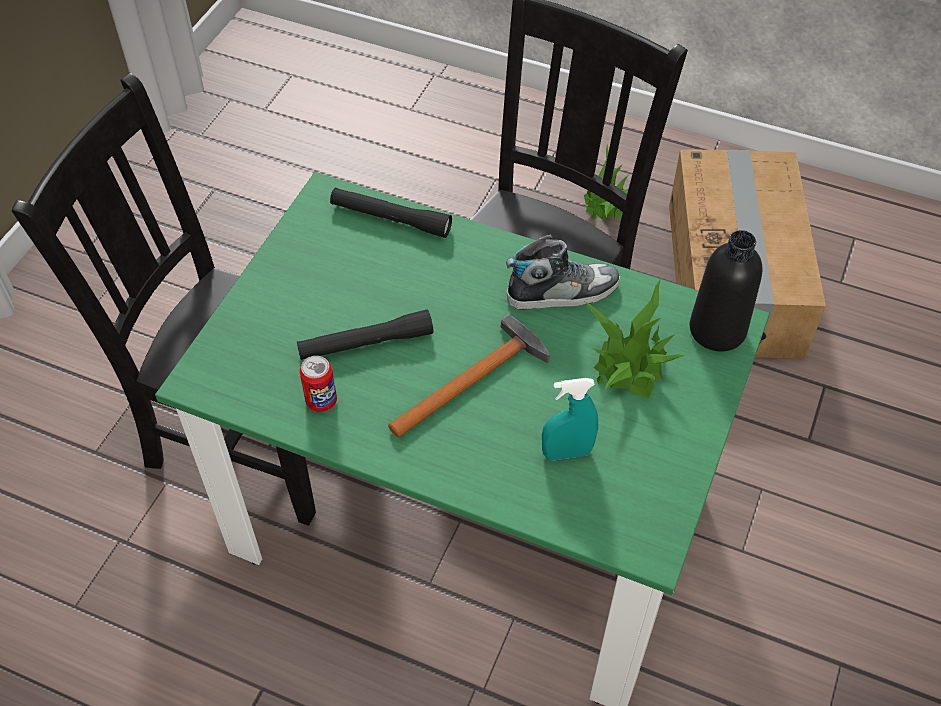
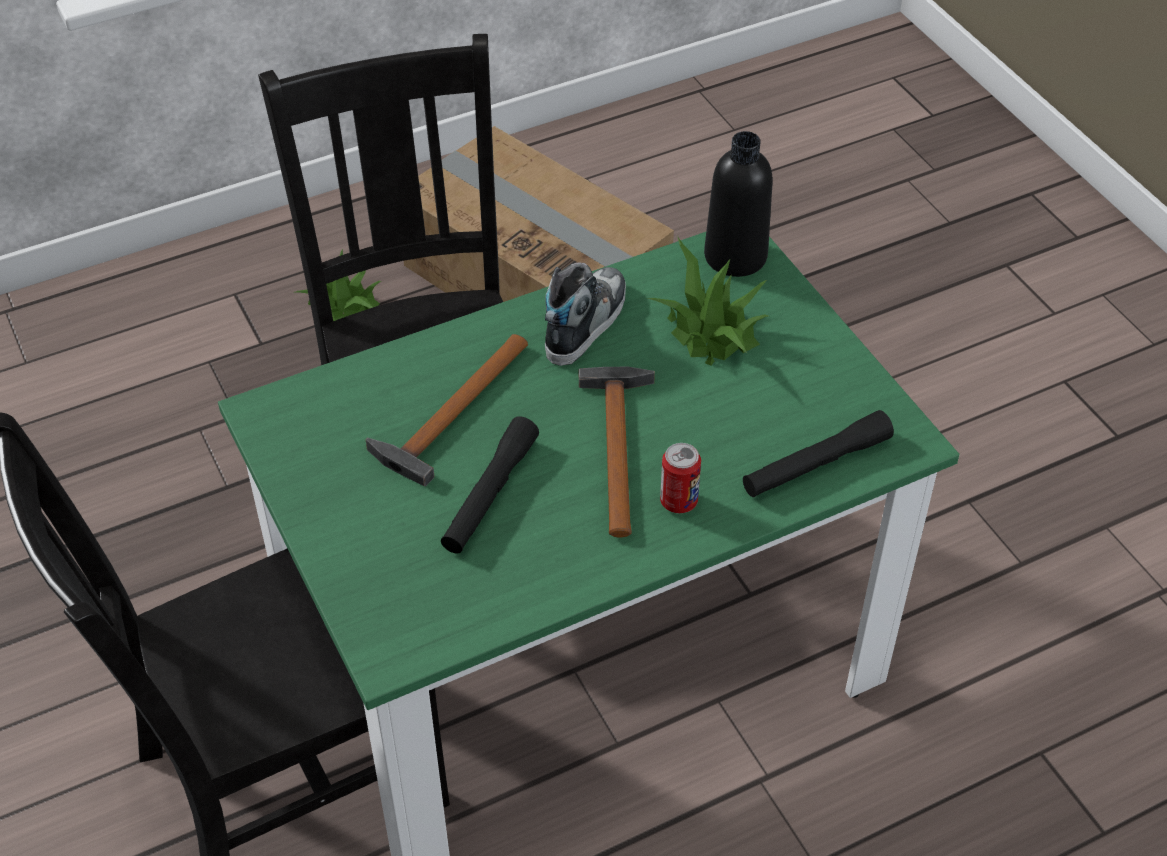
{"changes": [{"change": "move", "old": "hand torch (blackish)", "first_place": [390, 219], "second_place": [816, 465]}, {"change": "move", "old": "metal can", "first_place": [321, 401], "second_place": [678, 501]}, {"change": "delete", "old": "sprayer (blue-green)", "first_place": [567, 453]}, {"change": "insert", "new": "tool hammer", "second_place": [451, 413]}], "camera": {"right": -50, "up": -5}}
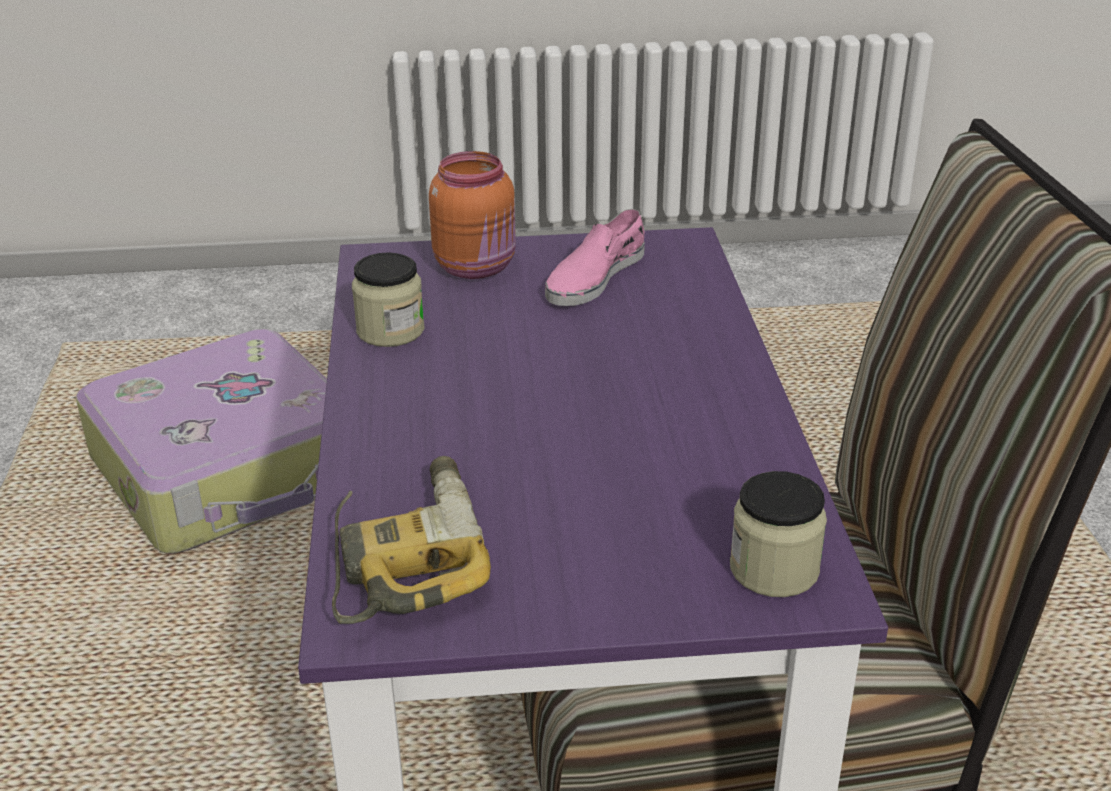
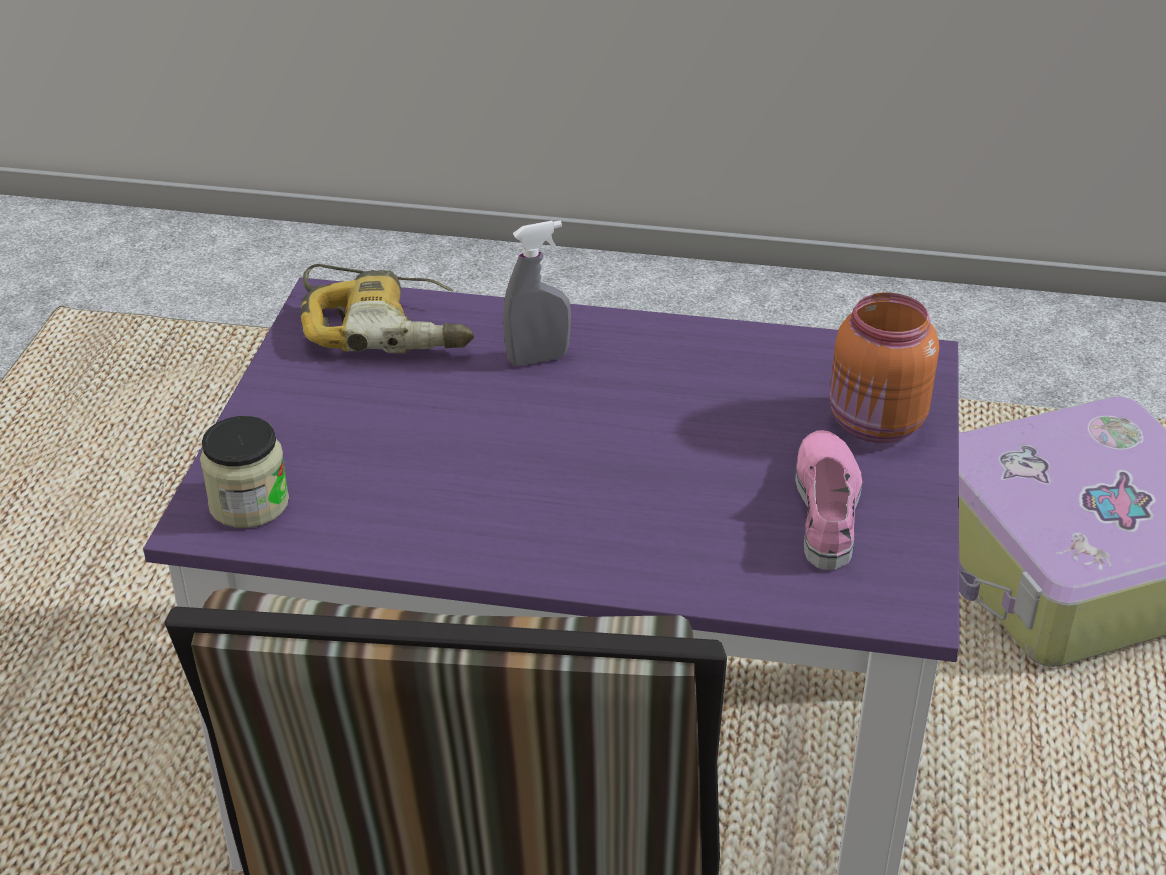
{"changes": [{"change": "rotate", "old": "low shoe (pink)", "first_place": [594, 277], "second_place": [827, 507], "degrees": 45}, {"change": "delete", "old": "jar", "first_place": [390, 330]}, {"change": "insert", "new": "sprayer (grey)", "second_place": [538, 359]}], "camera": {"right": 105, "up": 5}}
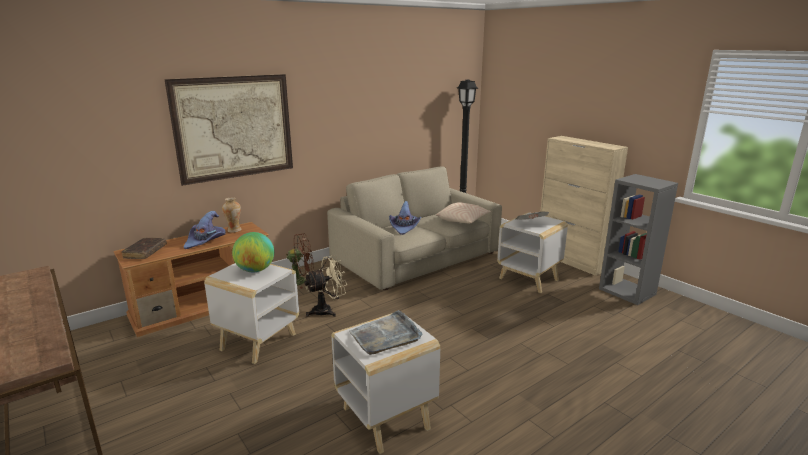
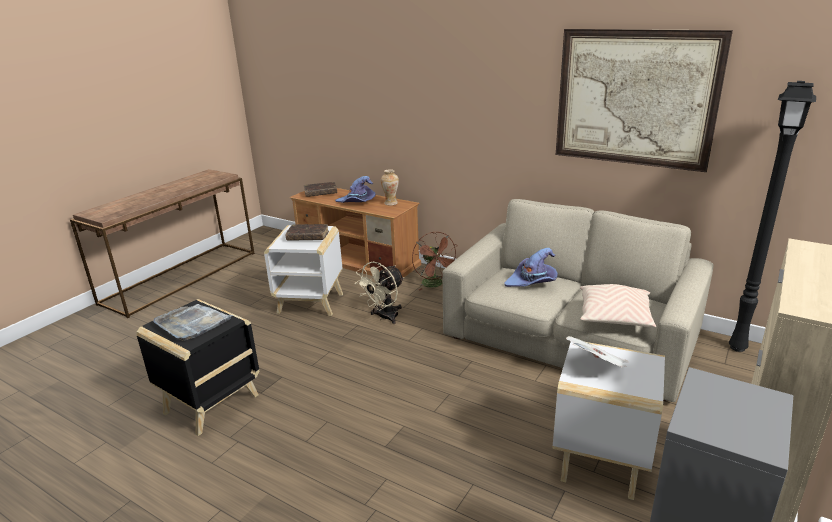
{"changes": [{"change": "move", "old": "wall art", "first_place": [234, 127], "second_place": [634, 99]}, {"change": "replace", "old": "globe", "new": "book (brown)", "first_place": [255, 270], "second_place": [308, 237]}, {"change": "rotate", "old": "fan (beige-coloured)", "first_place": [327, 310], "second_place": [384, 317], "degrees": 90}, {"change": "recolor", "old": "side table (white-coloured)", "new": "side table (blackish)", "first_place": [387, 419], "second_place": [210, 405]}], "camera": {"right": 70, "up": 5}}
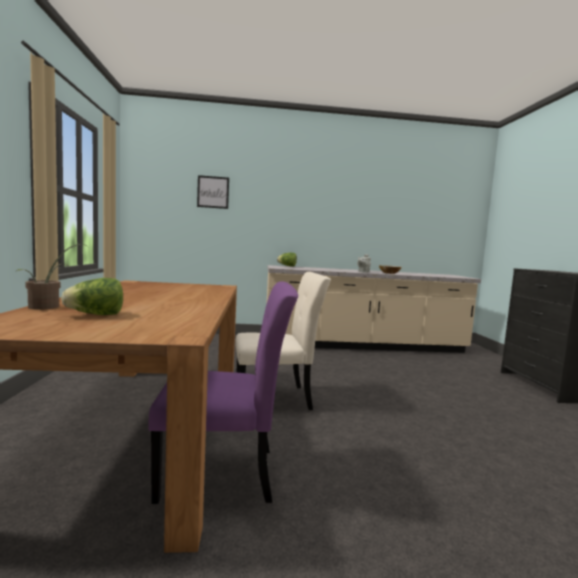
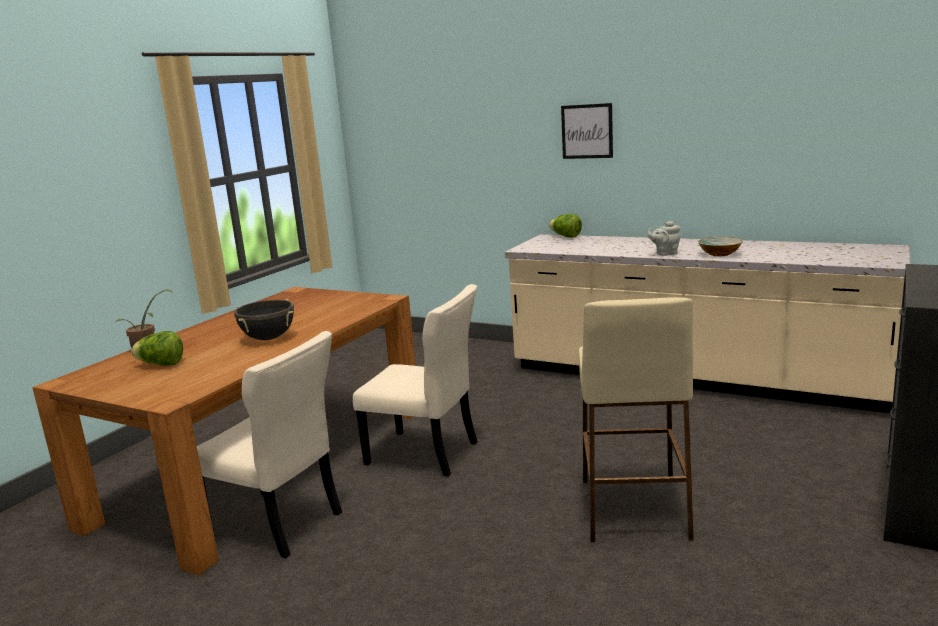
{"changes": [{"change": "move", "old": "wall art", "first_place": [213, 192], "second_place": [587, 131]}, {"change": "recolor", "old": "chair (purplish)", "new": "chair (beige-coloured)", "first_place": [224, 474], "second_place": [278, 525]}, {"change": "insert", "new": "stool seat (beige-coloured)", "second_place": [634, 509]}, {"change": "insert", "new": "saucepot (blackish)", "second_place": [268, 338]}], "camera": {"right": 35, "up": 10}}
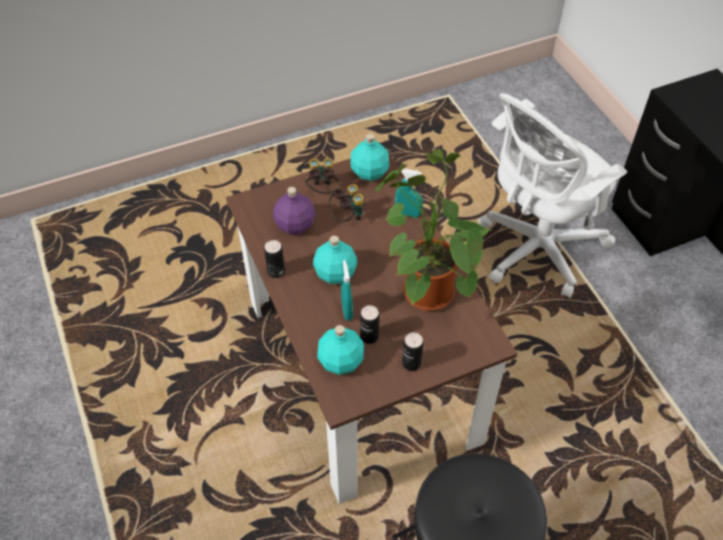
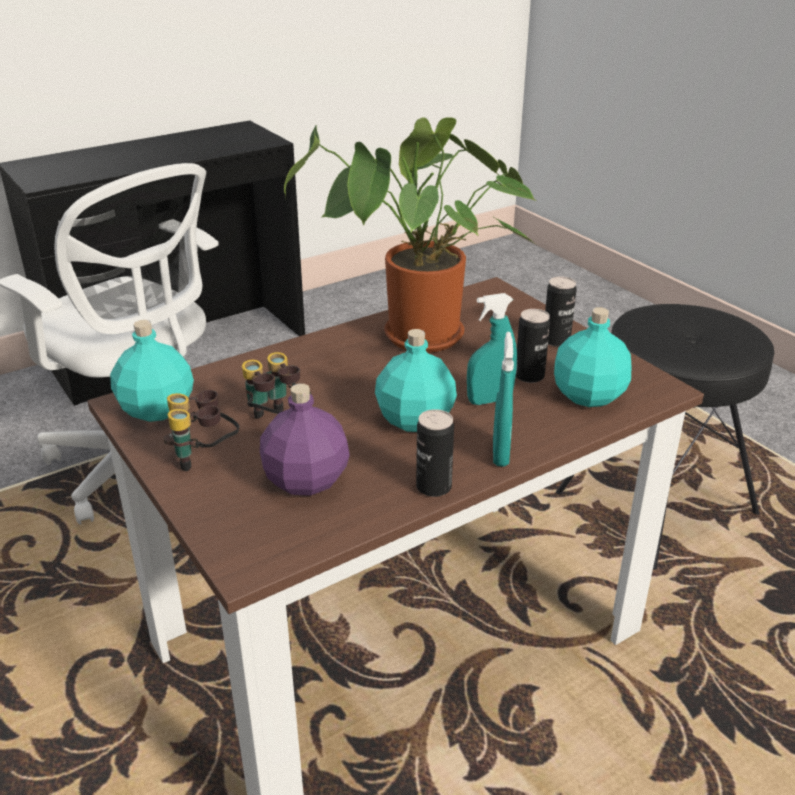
{"changes": [{"change": "move", "old": "sprayer (blue-green)", "first_place": [407, 214], "second_place": [500, 453]}], "camera": {"right": -100, "up": -20}}
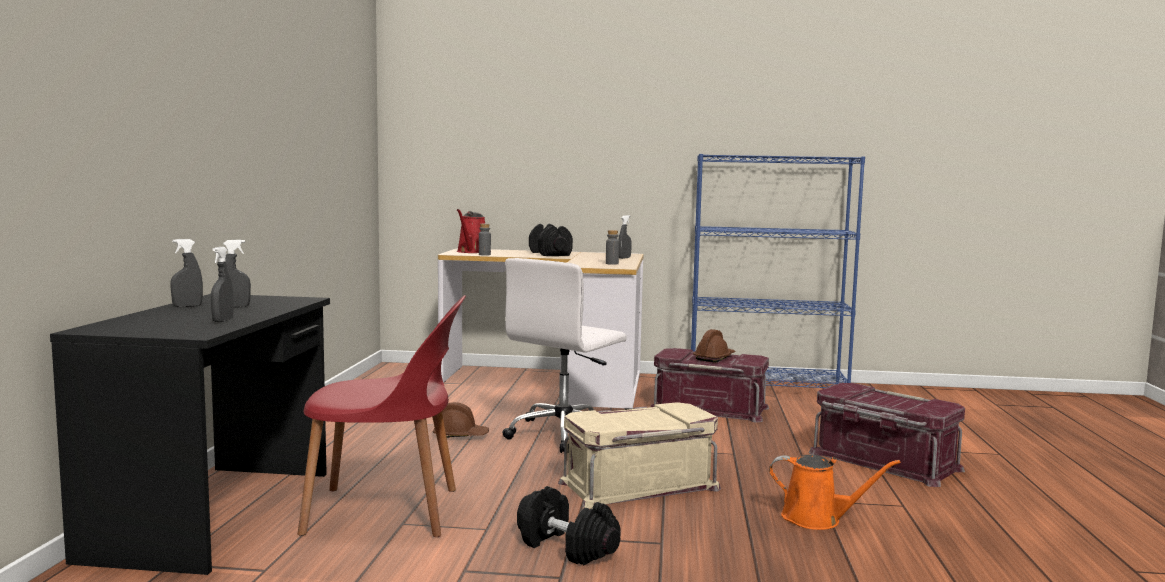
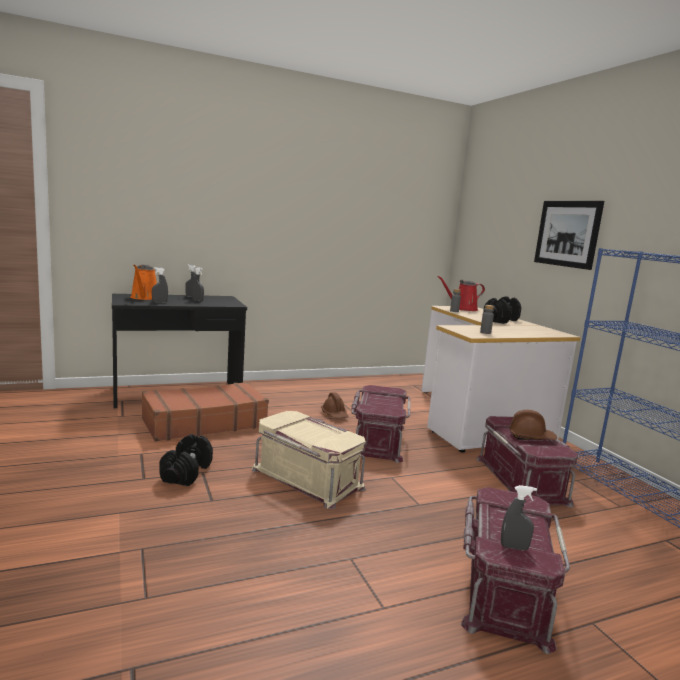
{"changes": [{"change": "move", "old": "sprayer (grey)", "first_place": [624, 258], "second_place": [514, 547]}, {"change": "replace", "old": "computer chair (white-coloured)", "new": "storage container (red)", "first_place": [564, 434], "second_place": [377, 440]}, {"change": "replace", "old": "chair (red)", "new": "suitcase (brown)", "first_place": [388, 512], "second_place": [204, 422]}, {"change": "move", "old": "watering can (orange-coloured)", "first_place": [817, 519], "second_place": [144, 298]}, {"change": "insert", "new": "wall art", "second_place": [567, 233]}], "camera": {"right": 60, "up": 5}}
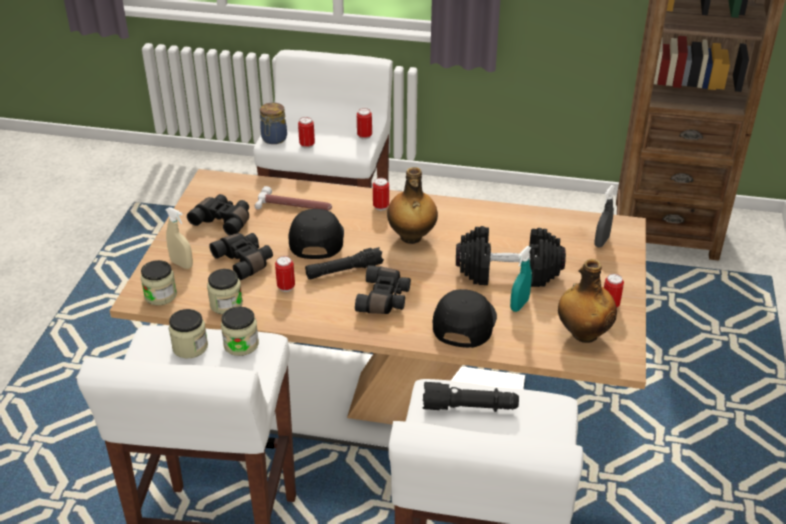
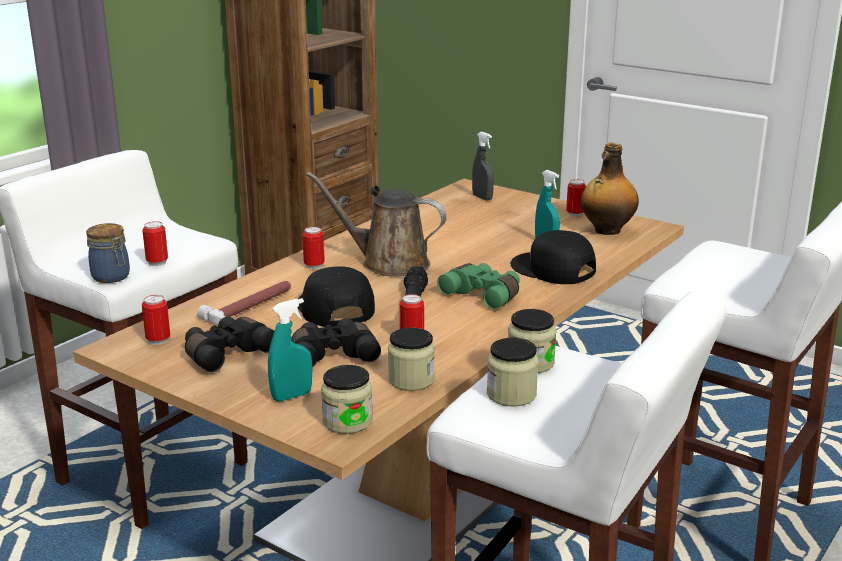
{"changes": [{"change": "move", "old": "metal can", "first_place": [364, 136], "second_place": [158, 340]}, {"change": "replace", "old": "beverage bottle", "new": "watering can (brown)", "first_place": [411, 237], "second_place": [388, 263]}, {"change": "recolor", "old": "sprayer (beige-coloured)", "new": "sprayer (blue-green)", "first_place": [182, 264], "second_place": [291, 396]}, {"change": "rotate", "old": "cap (blackish)", "first_place": [315, 238], "second_place": [333, 308], "degrees": 45}, {"change": "delete", "old": "hand weight (blackish)", "first_place": [508, 272]}, {"change": "recolor", "old": "field glasses (blackish)", "new": "field glasses (greenish)", "first_place": [384, 299], "second_place": [484, 295]}, {"change": "delete", "old": "hand torch (blackish)", "first_place": [470, 407]}], "camera": {"right": -65, "up": -15}}
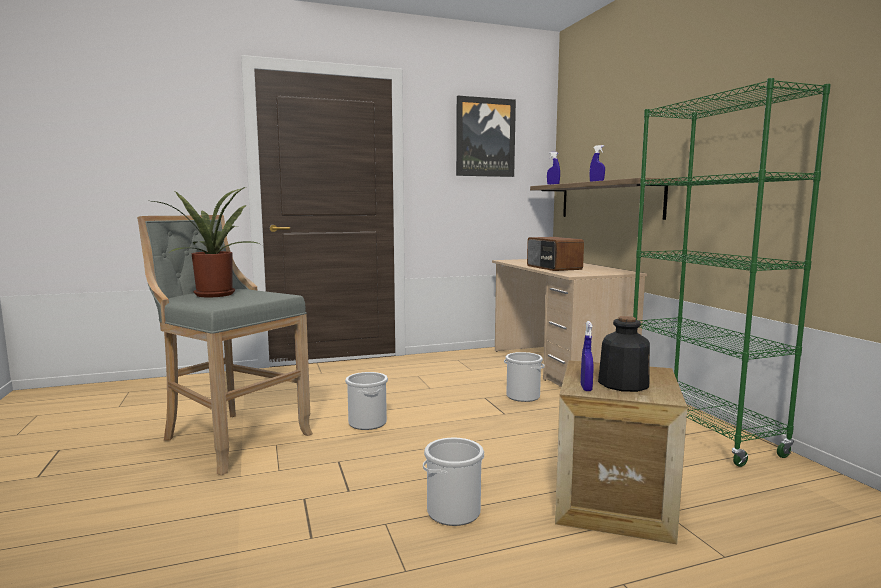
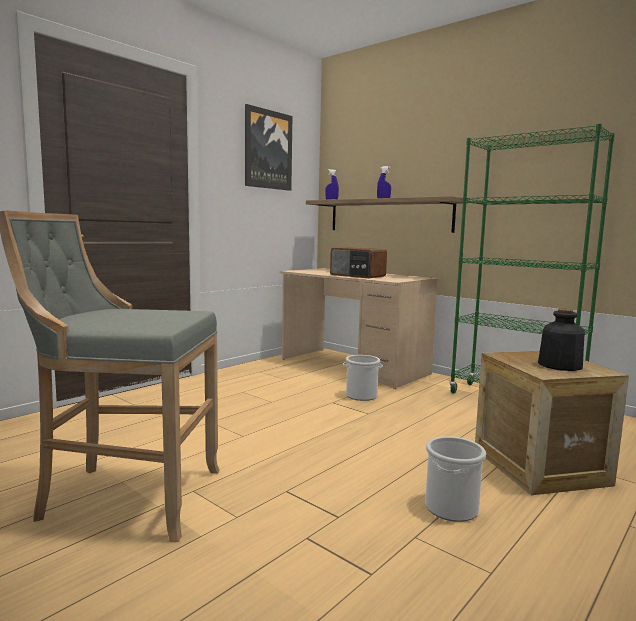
{"changes": [{"change": "delete", "old": "houseplant", "first_place": [215, 294]}, {"change": "delete", "old": "sprayer (blue-coloured)", "first_place": [586, 388]}, {"change": "delete", "old": "pail", "first_place": [367, 423]}], "camera": {"right": -30, "up": 0}}
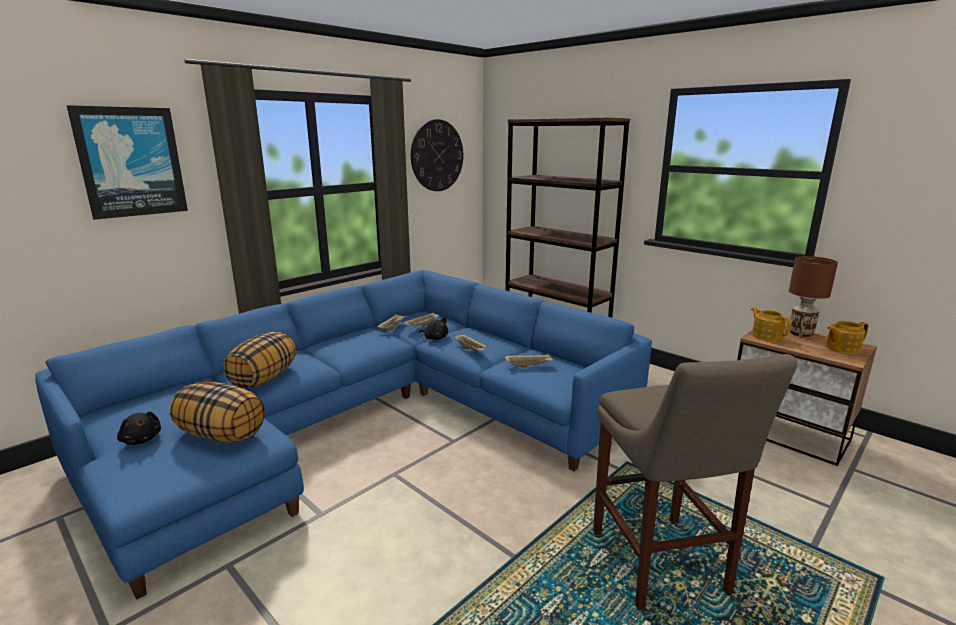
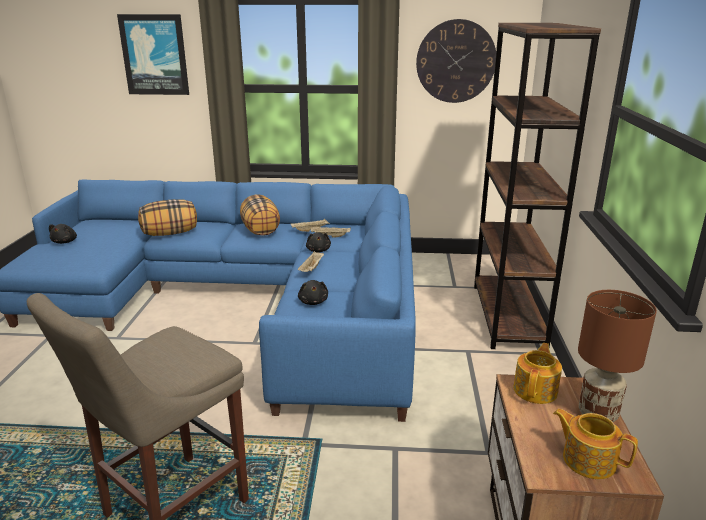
{"changes": [{"change": "replace", "old": "serving tray (beige-coloured)", "new": "soft toy (blackish)", "first_place": [529, 366], "second_place": [313, 302]}, {"change": "move", "old": "throw pillow", "first_place": [222, 435], "second_place": [261, 230]}], "camera": {"right": 50, "up": 5}}
